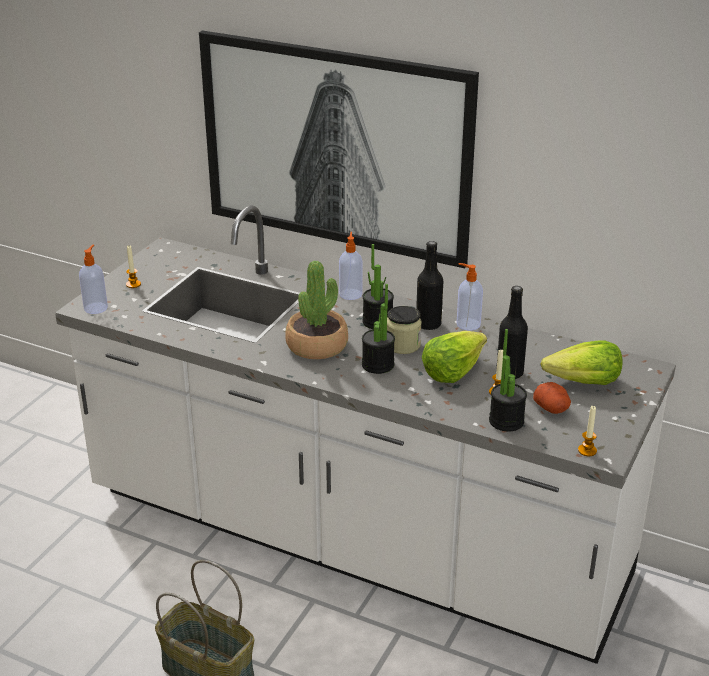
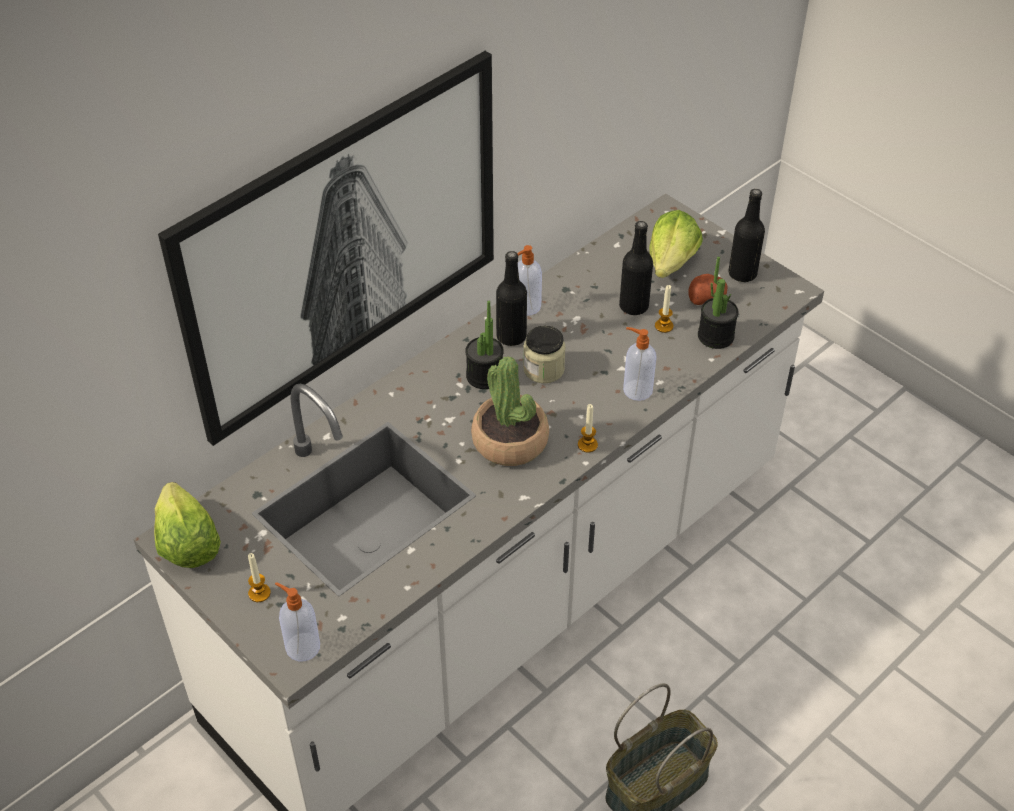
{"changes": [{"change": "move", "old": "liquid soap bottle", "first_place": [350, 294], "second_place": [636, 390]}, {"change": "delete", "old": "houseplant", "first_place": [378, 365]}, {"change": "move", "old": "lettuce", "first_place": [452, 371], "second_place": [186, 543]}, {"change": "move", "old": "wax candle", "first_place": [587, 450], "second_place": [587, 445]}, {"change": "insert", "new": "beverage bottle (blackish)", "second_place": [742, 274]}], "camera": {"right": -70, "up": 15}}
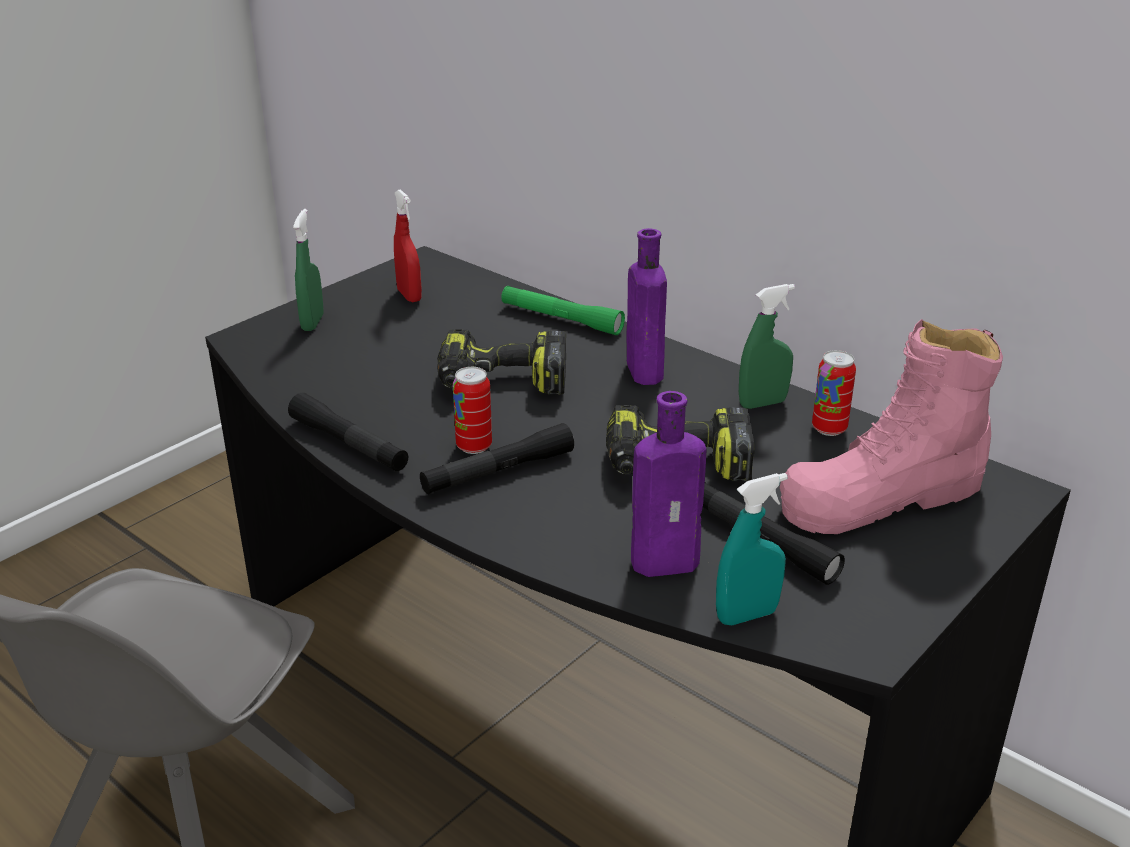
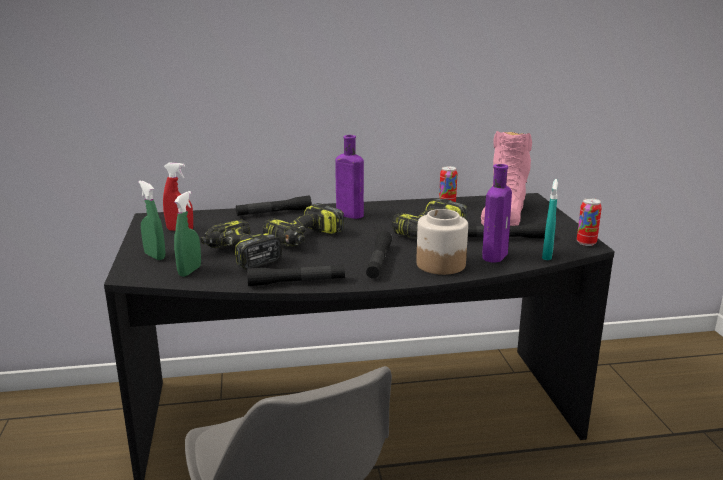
{"changes": [{"change": "move", "old": "sprayer (greenish)", "first_place": [762, 403], "second_place": [189, 271]}, {"change": "recolor", "old": "hand torch (greenish)", "new": "hand torch (blackish)", "first_place": [561, 319], "second_place": [274, 213]}, {"change": "move", "old": "metal can", "first_place": [474, 446], "second_place": [586, 243]}, {"change": "insert", "new": "jar", "second_place": [440, 264]}, {"change": "insert", "new": "power drill", "second_place": [240, 255]}], "camera": {"right": -50, "up": -10}}
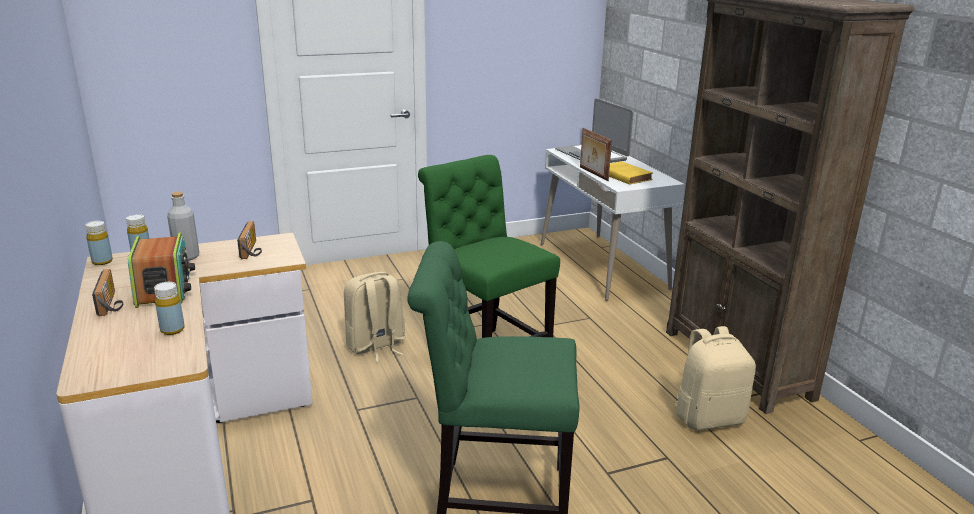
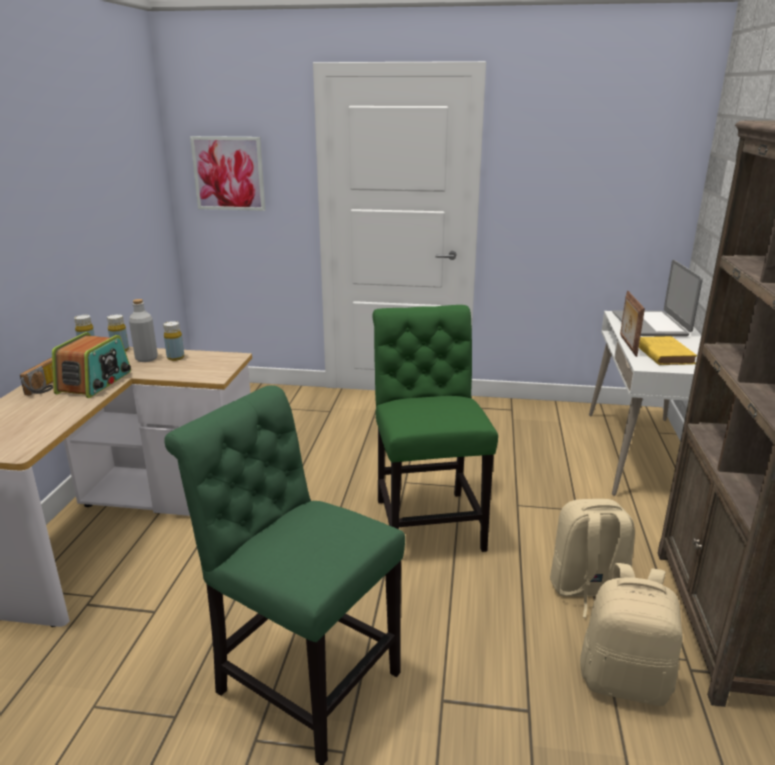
{"changes": [{"change": "delete", "old": "radio", "first_place": [253, 250]}, {"change": "move", "old": "backpack (beige-coloured)", "first_place": [376, 346], "second_place": [587, 590]}, {"change": "move", "old": "beverage bottle (yellow)", "first_place": [172, 330], "second_place": [175, 358]}, {"change": "insert", "new": "wall art", "second_place": [228, 173]}], "camera": {"right": 30, "up": 0}}
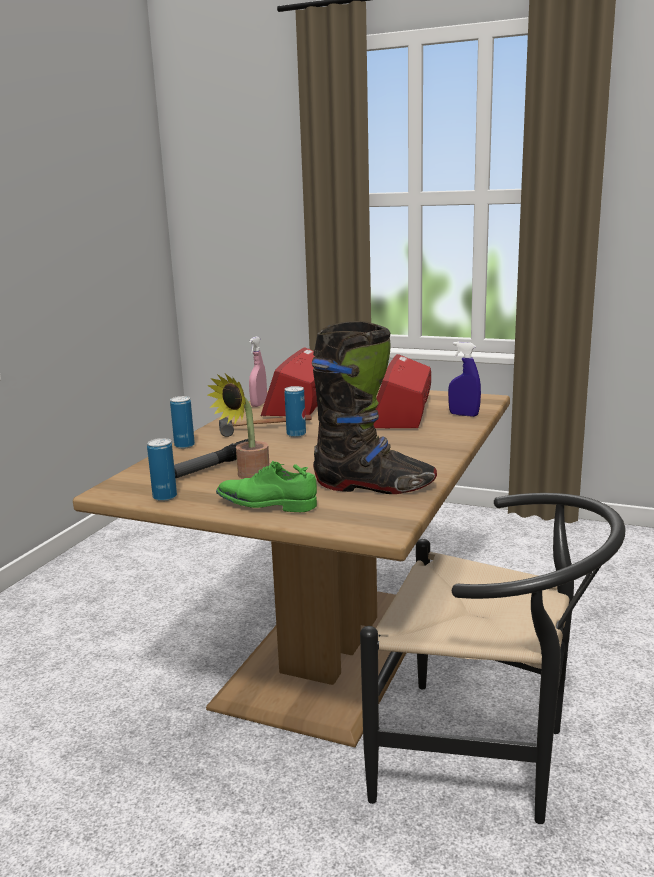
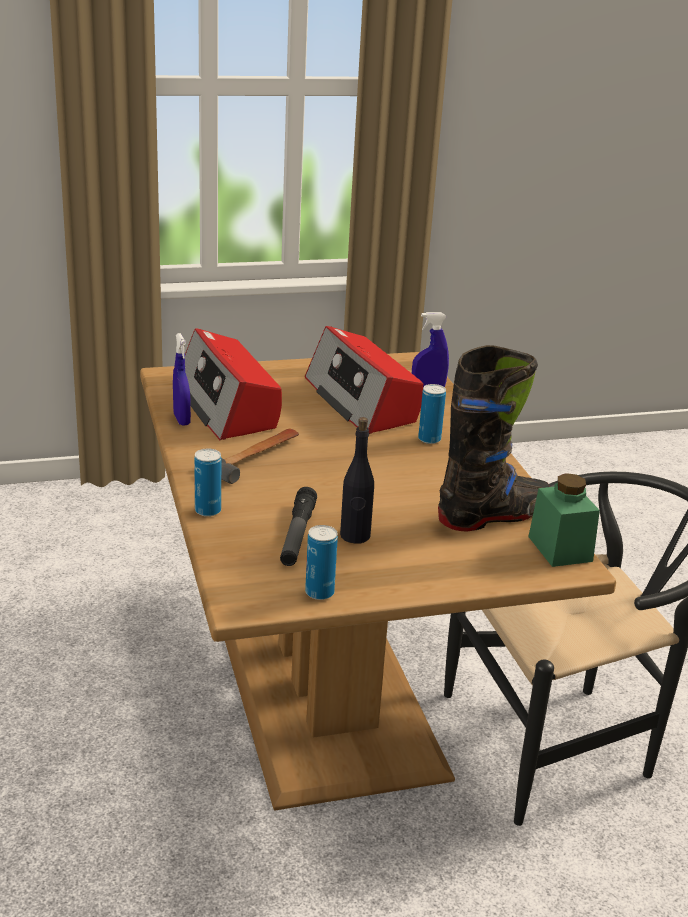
{"changes": [{"change": "recolor", "old": "sprayer (pink)", "new": "sprayer (blue-coloured)", "first_place": [259, 404], "second_place": [181, 419]}, {"change": "replace", "old": "houseplant", "new": "beverage bottle (blackish)", "first_place": [248, 476], "second_place": [355, 536]}, {"change": "move", "old": "metal can", "first_place": [296, 434], "second_place": [429, 439]}, {"change": "delete", "old": "low shoe (greenish)", "first_place": [266, 505]}, {"change": "insert", "new": "jar (greenish)", "second_place": [560, 549]}], "camera": {"right": -40, "up": 10}}
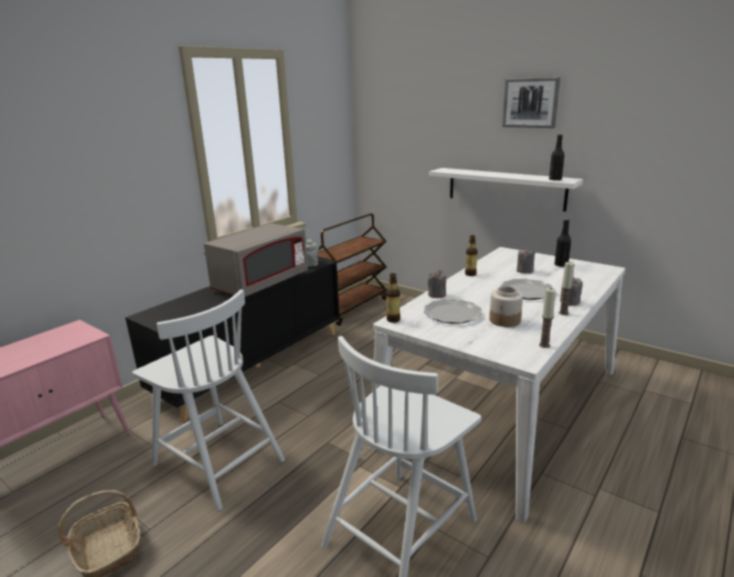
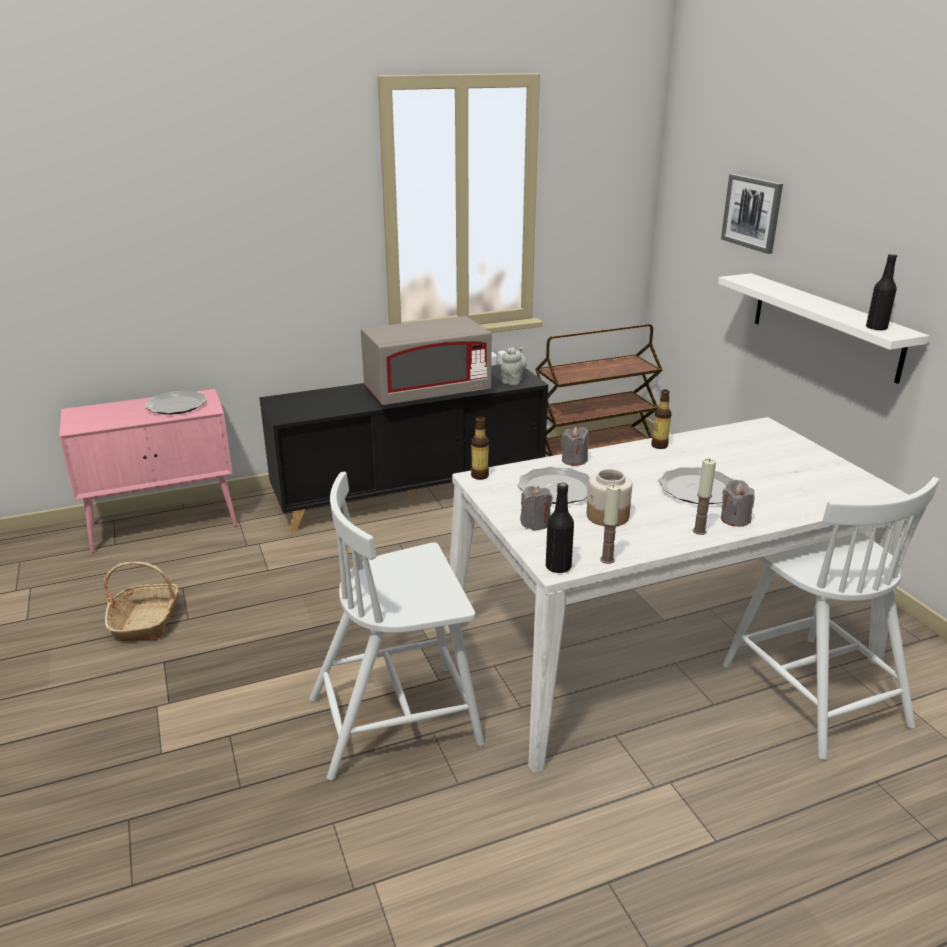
{"changes": [{"change": "move", "old": "wall art", "first_place": [530, 102], "second_place": [752, 212]}, {"change": "move", "old": "beverage bottle (blackish)", "first_place": [561, 265], "second_place": [558, 567]}, {"change": "move", "old": "wax candle (grey)", "first_place": [524, 271], "second_place": [535, 523]}, {"change": "move", "old": "chair (white-coloured)", "first_place": [217, 461], "second_place": [811, 692]}, {"change": "insert", "new": "flat dish", "second_place": [176, 405]}], "camera": {"right": 30, "up": 5}}
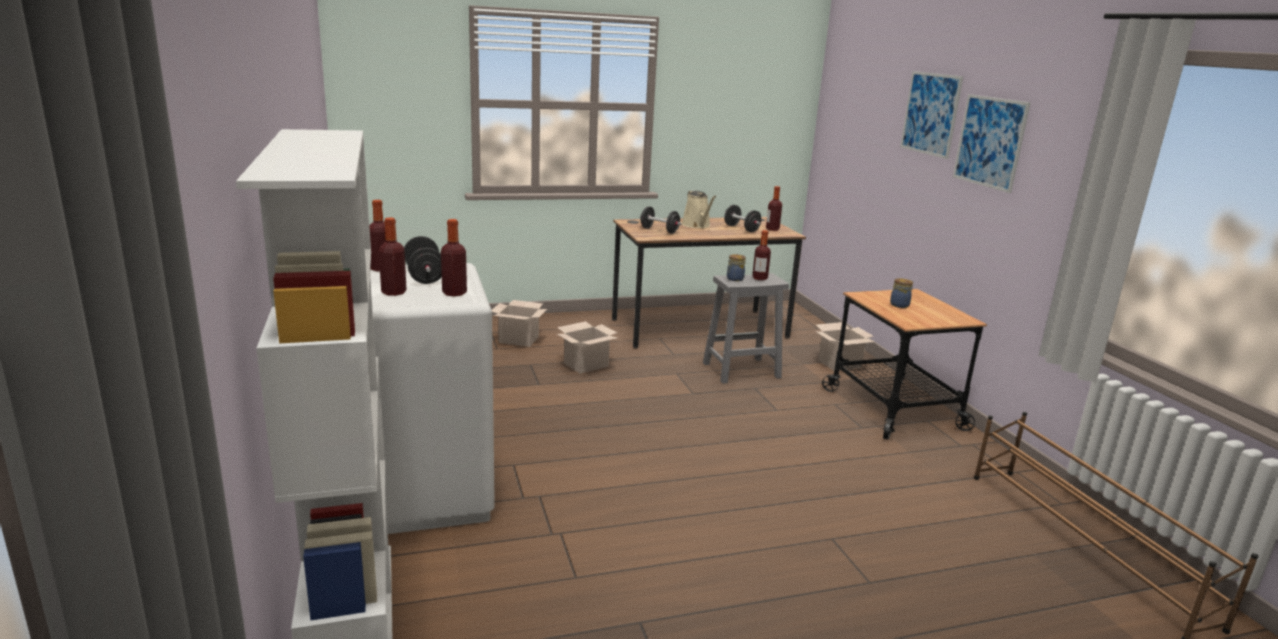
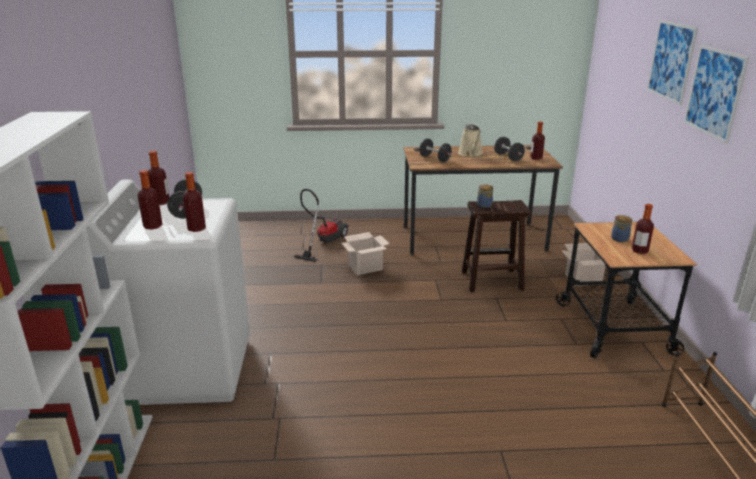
{"changes": [{"change": "move", "old": "beverage bottle", "first_place": [759, 278], "second_place": [639, 251]}, {"change": "recolor", "old": "stool seat (grey)", "new": "stool seat (brown)", "first_place": [740, 370], "second_place": [490, 280]}, {"change": "replace", "old": "cardboard box", "new": "hoover", "first_place": [520, 340], "second_place": [323, 242]}], "camera": {"right": 15, "up": 5}}
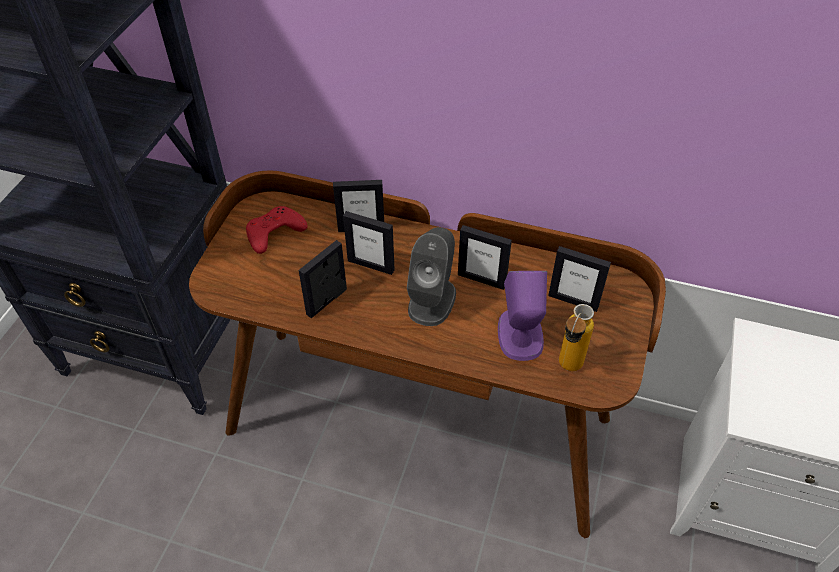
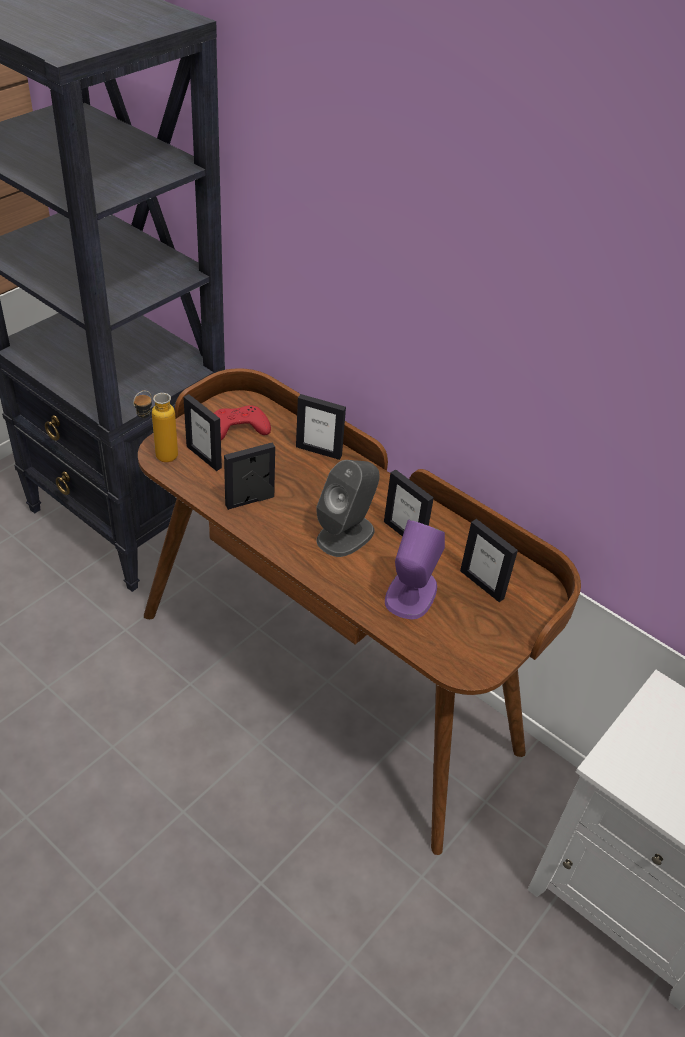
{"changes": [{"change": "move", "old": "picture frame", "first_place": [371, 265], "second_place": [204, 457]}, {"change": "move", "old": "beverage bottle", "first_place": [566, 370], "second_place": [158, 459]}], "camera": {"right": 20, "up": -5}}
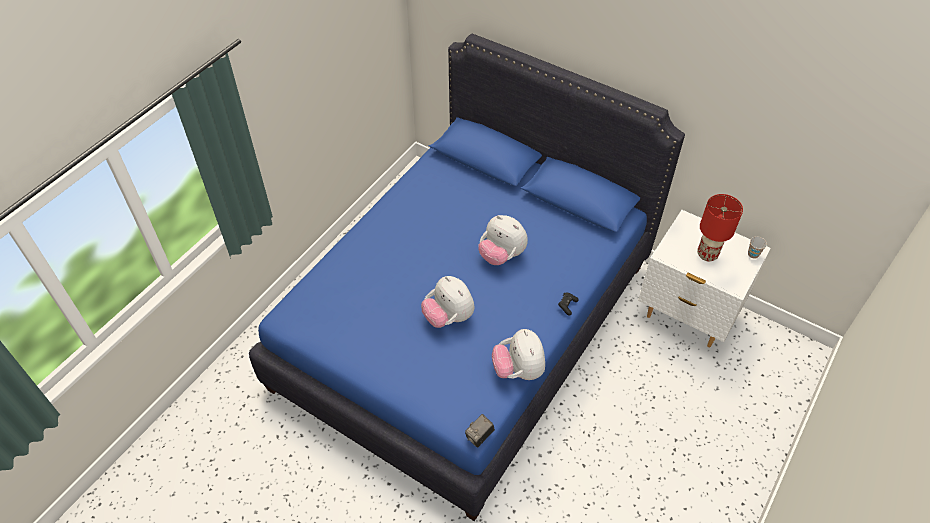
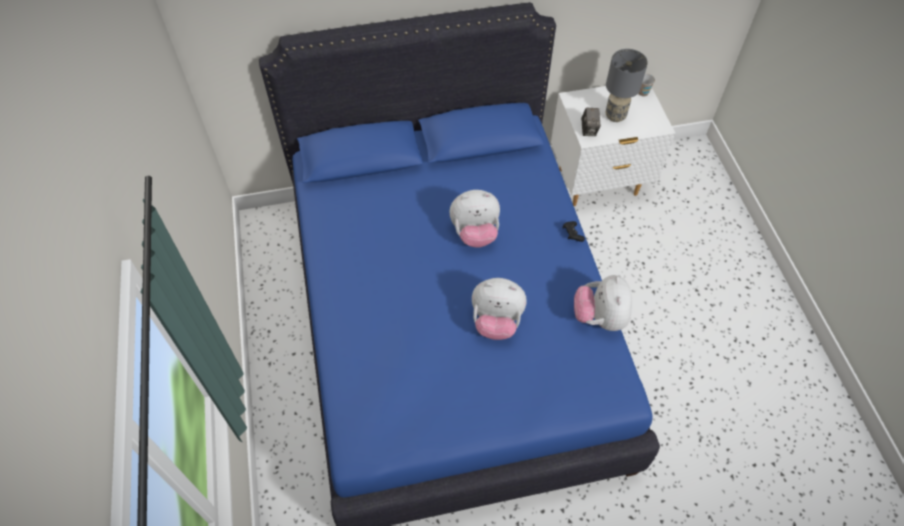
{"changes": [{"change": "recolor", "old": "tabletop lamp (red)", "new": "tabletop lamp (grey)", "first_place": [706, 255], "second_place": [615, 116]}, {"change": "rotate", "old": "soft toy", "first_place": [518, 370], "second_place": [600, 317], "degrees": 60}, {"change": "move", "old": "photo camera", "first_place": [479, 437], "second_place": [589, 130]}], "camera": {"right": -45, "up": 5}}
